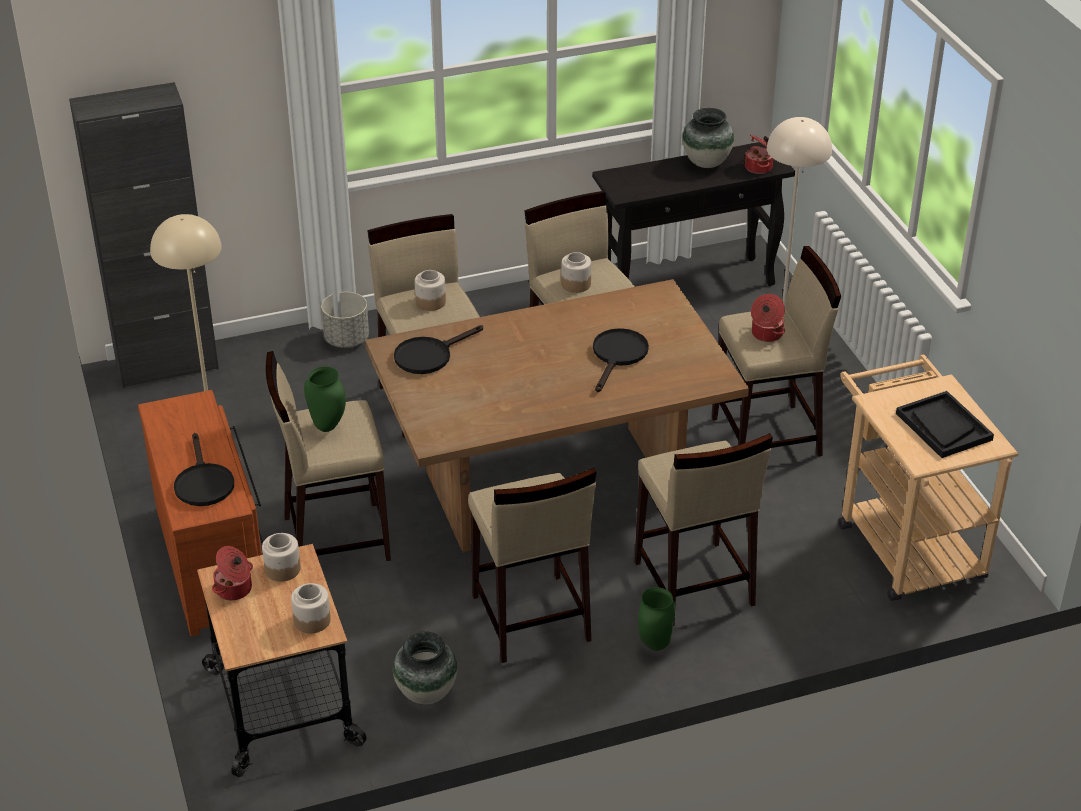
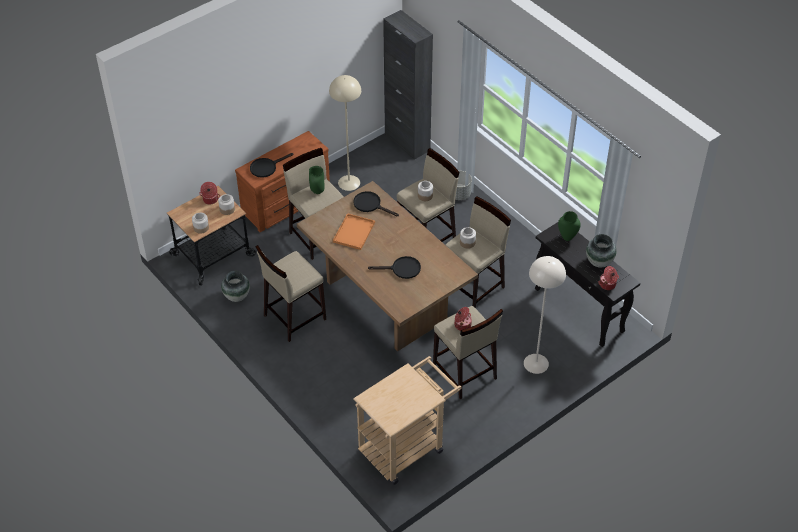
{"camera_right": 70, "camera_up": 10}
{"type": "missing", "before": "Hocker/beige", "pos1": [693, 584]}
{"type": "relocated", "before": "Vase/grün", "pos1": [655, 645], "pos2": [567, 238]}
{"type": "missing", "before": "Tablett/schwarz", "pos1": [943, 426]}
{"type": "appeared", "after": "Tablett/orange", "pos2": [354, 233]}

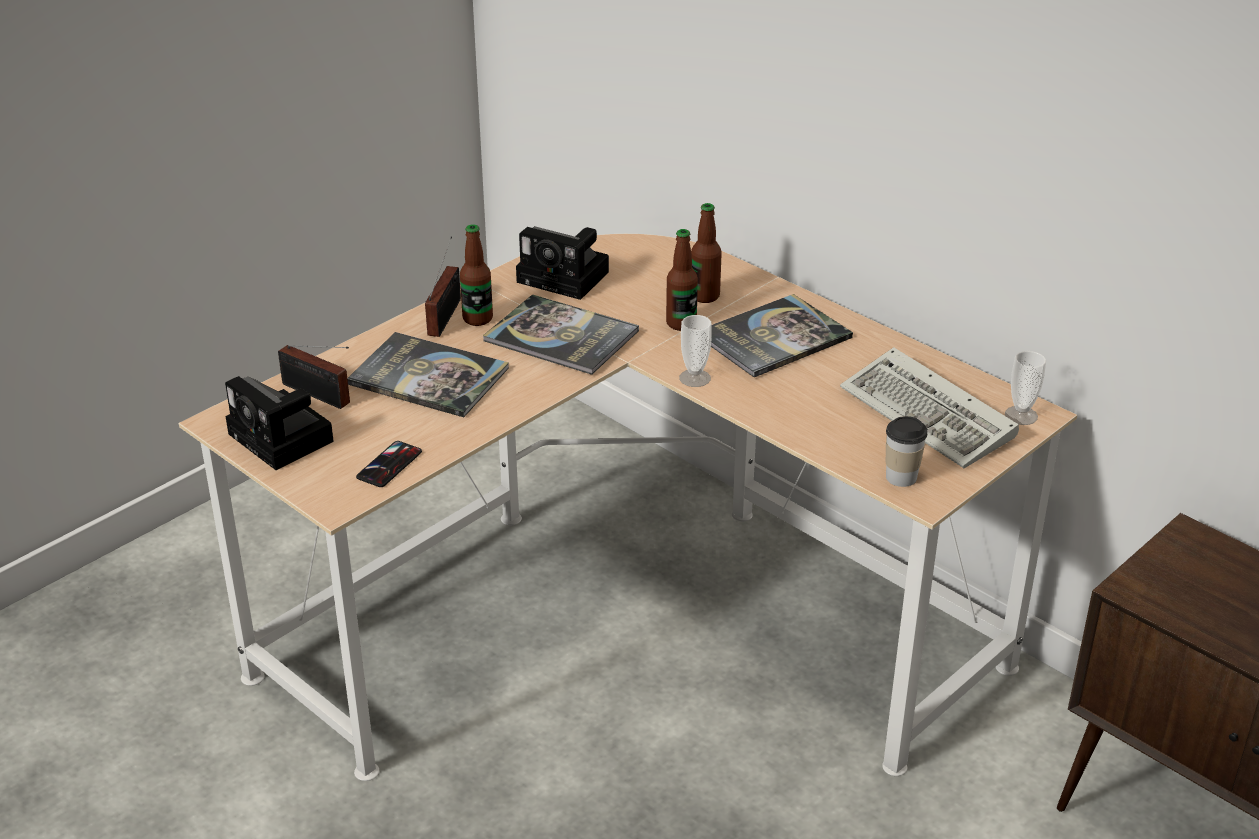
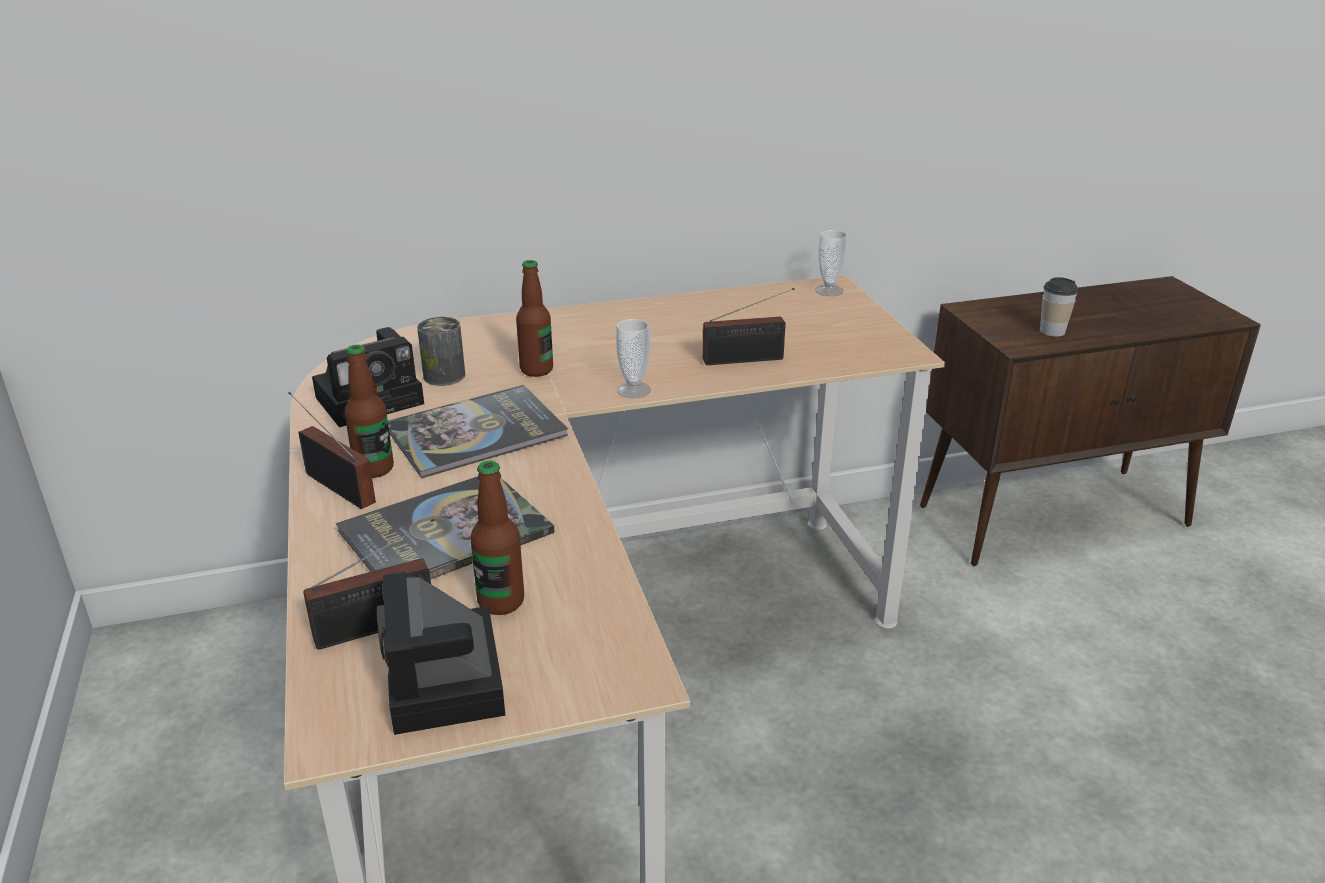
{"camera_right": -60, "camera_up": -5}
{"type": "spun", "before": "Kamera", "pos1": [284, 439], "pos2": [447, 684], "turn": 90}
{"type": "missing", "before": "Handy", "pos1": [389, 465]}
{"type": "relocated", "before": "Flasche", "pos1": [705, 296], "pos2": [501, 602]}
{"type": "missing", "before": "Buch", "pos1": [774, 337]}
{"type": "missing", "before": "Tastatur", "pos1": [931, 416]}
{"type": "relocated", "before": "Tasse", "pos1": [901, 477], "pos2": [1052, 331]}
{"type": "appeared", "after": "Dose", "pos2": [444, 376]}
{"type": "appeared", "after": "Radio", "pos2": [747, 359]}

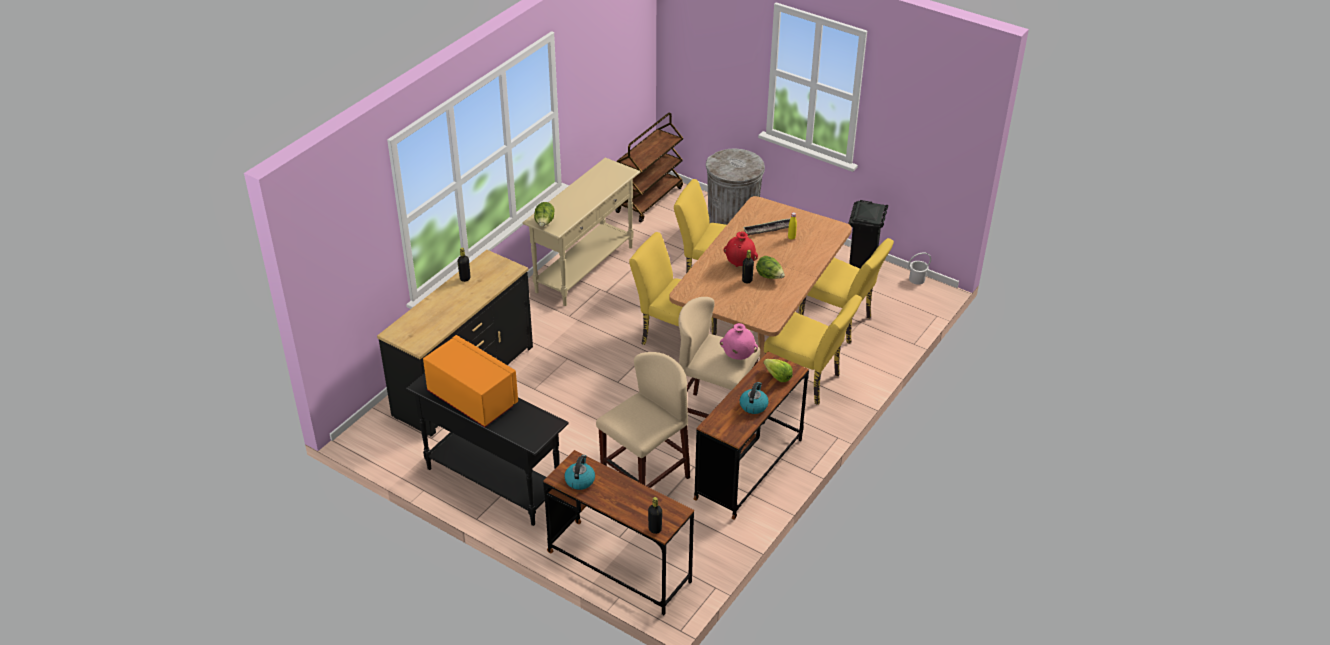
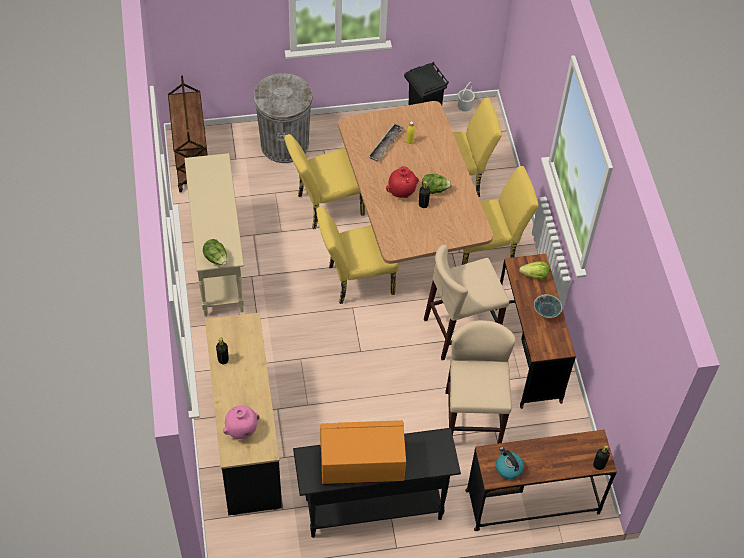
{"camera_right": -45, "camera_up": 15}
{"type": "relocated", "before": "Vase/rosa", "pos1": [737, 356], "pos2": [241, 431]}
{"type": "exchanged", "before": "Wasserkessel", "after": "Schüssel", "pos1": [753, 405], "pos2": [546, 312]}

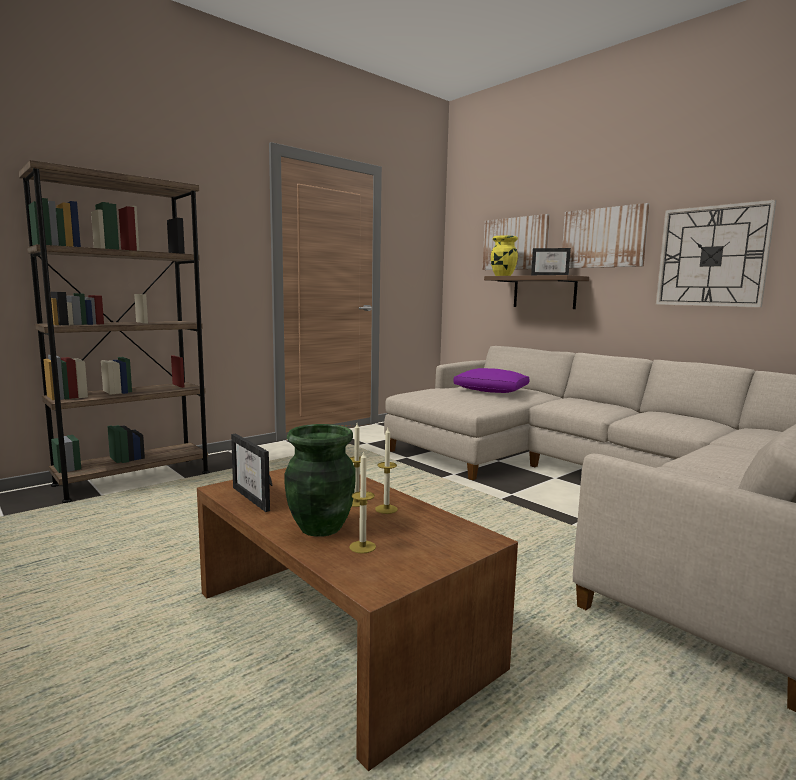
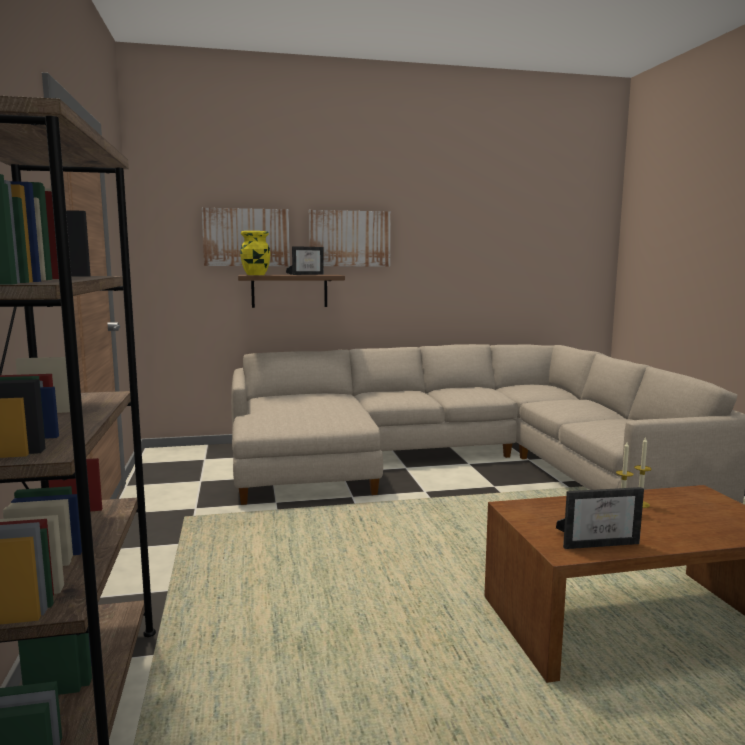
{"camera_right": -60, "camera_up": 0}
{"type": "missing", "before": "Vase/grün", "pos1": [319, 527]}
{"type": "missing", "before": "Kerze", "pos1": [362, 547]}
{"type": "missing", "before": "Kissen/lila", "pos1": [492, 391]}
{"type": "missing", "before": "Wanduhr", "pos1": [712, 256]}

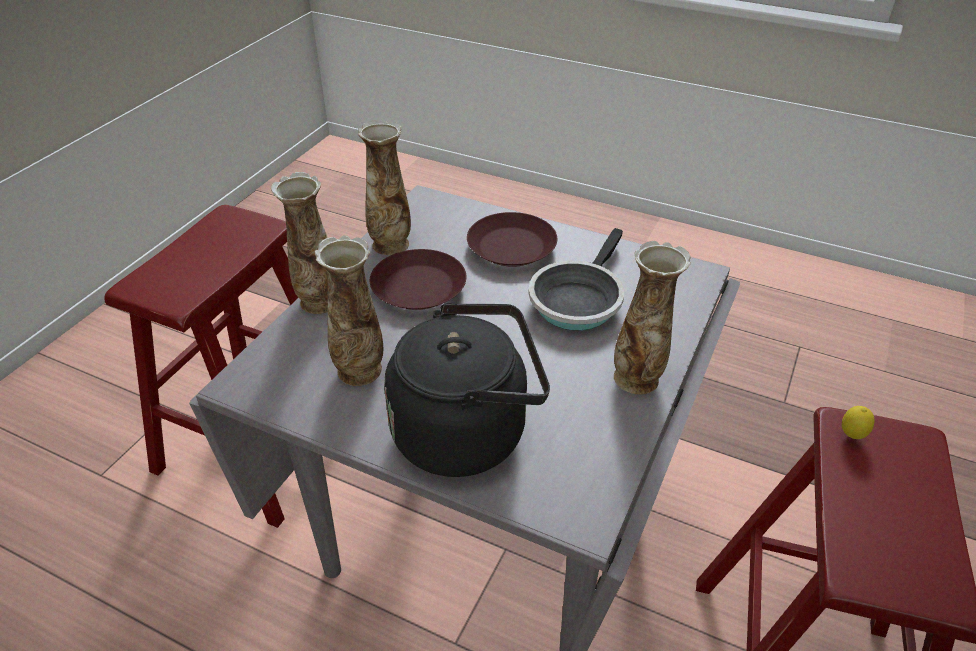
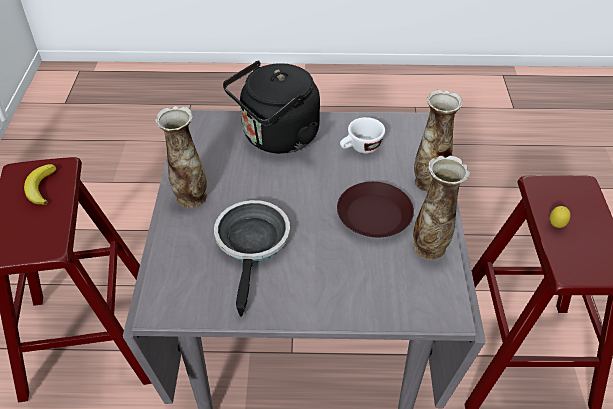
{"camera_right": 155, "camera_up": 5}
{"type": "exchanged", "before": "Vase", "after": "Tasse/weiß", "pos1": [360, 371], "pos2": [360, 149]}
{"type": "missing", "before": "Teller/braun", "pos1": [510, 247]}
{"type": "relocated", "before": "Zitrone", "pos1": [851, 436], "pos2": [556, 226]}
{"type": "appeared", "after": "Banane", "pos2": [41, 187]}

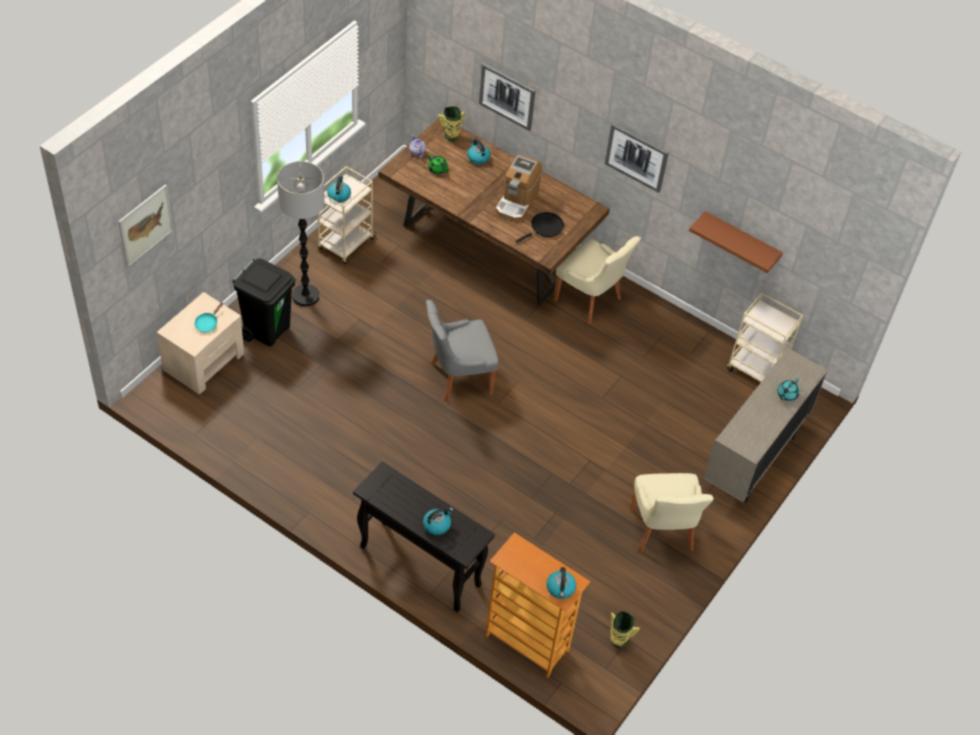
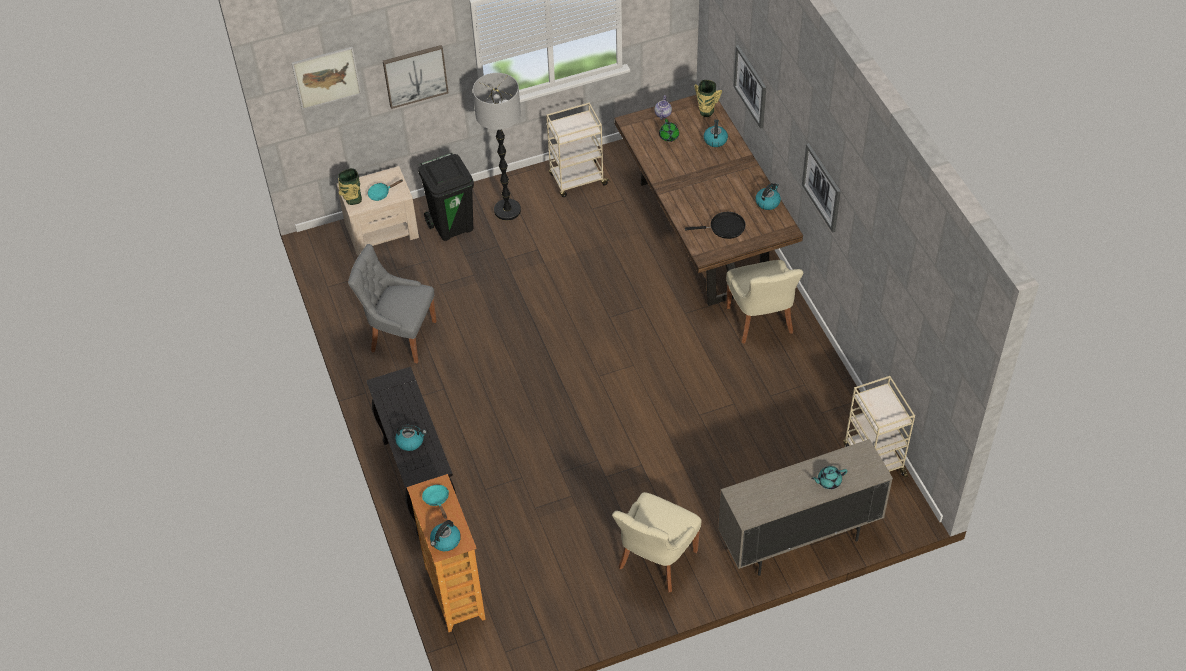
{"camera_right": 40, "camera_up": 0}
{"type": "relocated", "before": "Wasserkessel", "pos1": [339, 195], "pos2": [767, 202]}
{"type": "relocated", "before": "Stuhl/grau", "pos1": [458, 378], "pos2": [400, 336]}
{"type": "missing", "before": "Kaffeemaschine", "pos1": [517, 202]}
{"type": "relocated", "before": "Vase", "pos1": [618, 640], "pos2": [352, 200]}
{"type": "missing", "before": "Wandregal/braun", "pos1": [740, 241]}
{"type": "appeared", "after": "Bild", "pos2": [415, 75]}
{"type": "appeared", "after": "Pfanne/türkis", "pos2": [437, 500]}

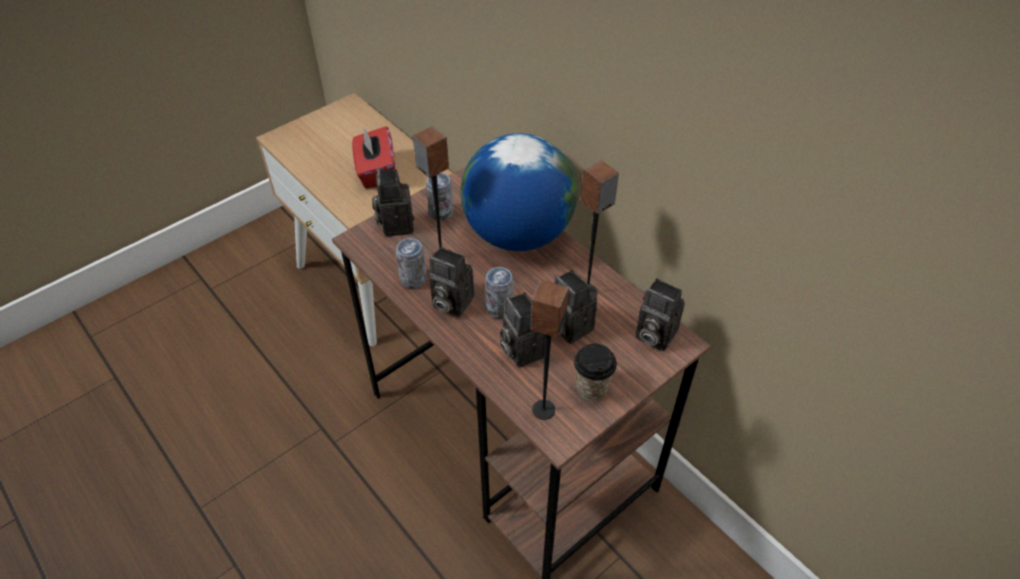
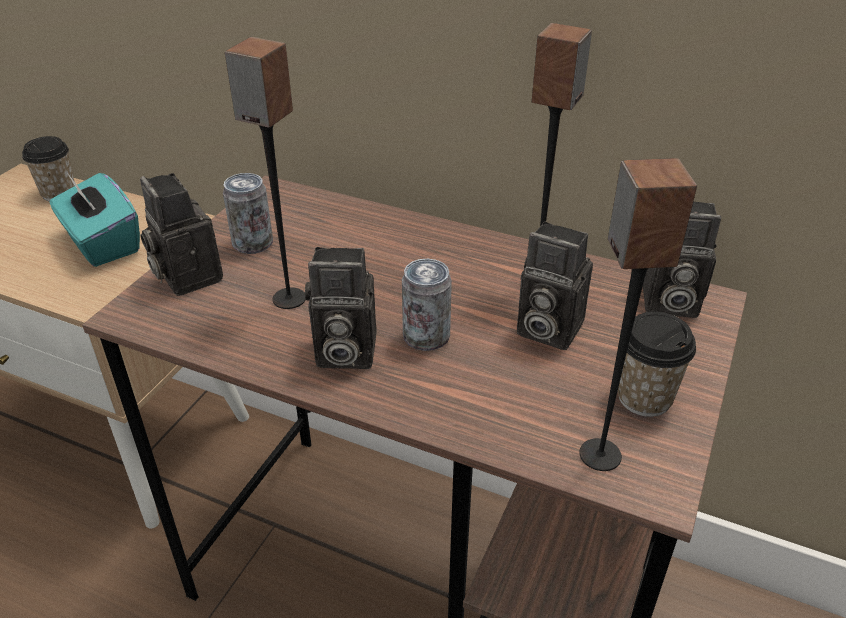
{"camera_right": -25, "camera_up": -10}
{"type": "colour", "before": "Taschentuchbox/rot", "after": "Taschentuchbox/türkis", "pos1": [376, 172], "pos2": [102, 243]}
{"type": "missing", "before": "Dose", "pos1": [413, 279]}
{"type": "missing", "before": "Globus", "pos1": [518, 234]}
{"type": "missing", "before": "Kamera", "pos1": [521, 349]}
{"type": "appeared", "after": "Tasse", "pos2": [59, 193]}

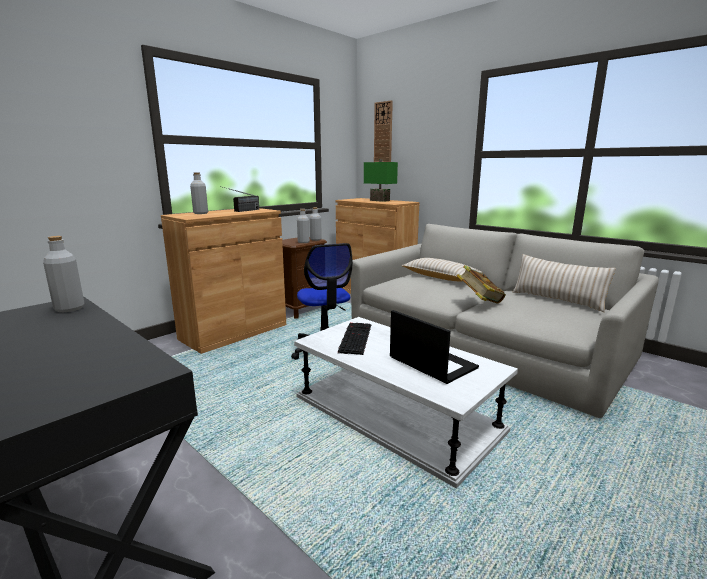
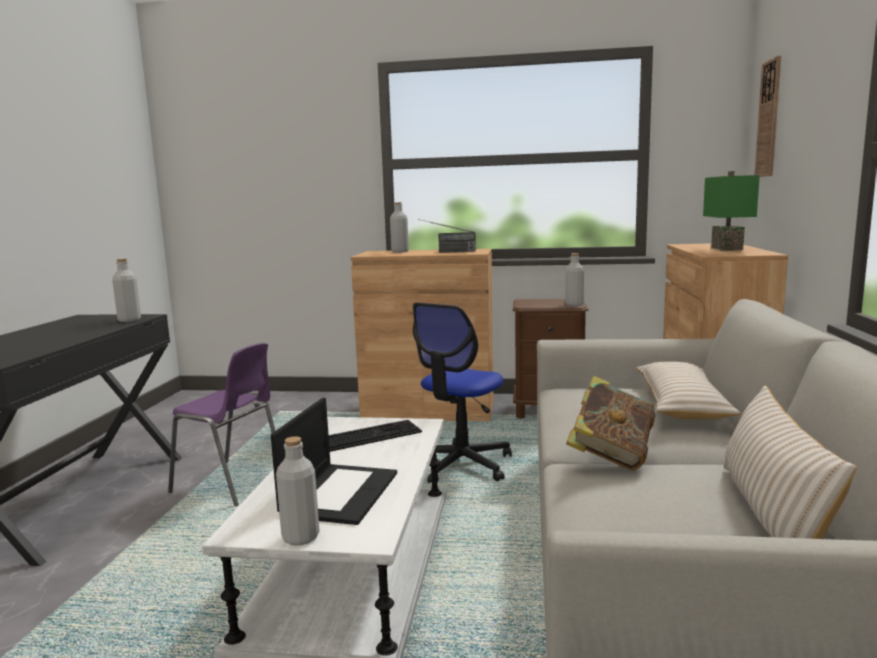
{"camera_right": 55, "camera_up": -5}
{"type": "relocated", "before": "Flasche/grau", "pos1": [303, 242], "pos2": [300, 537]}
{"type": "appeared", "after": "Stuhl/lila", "pos2": [231, 484]}

